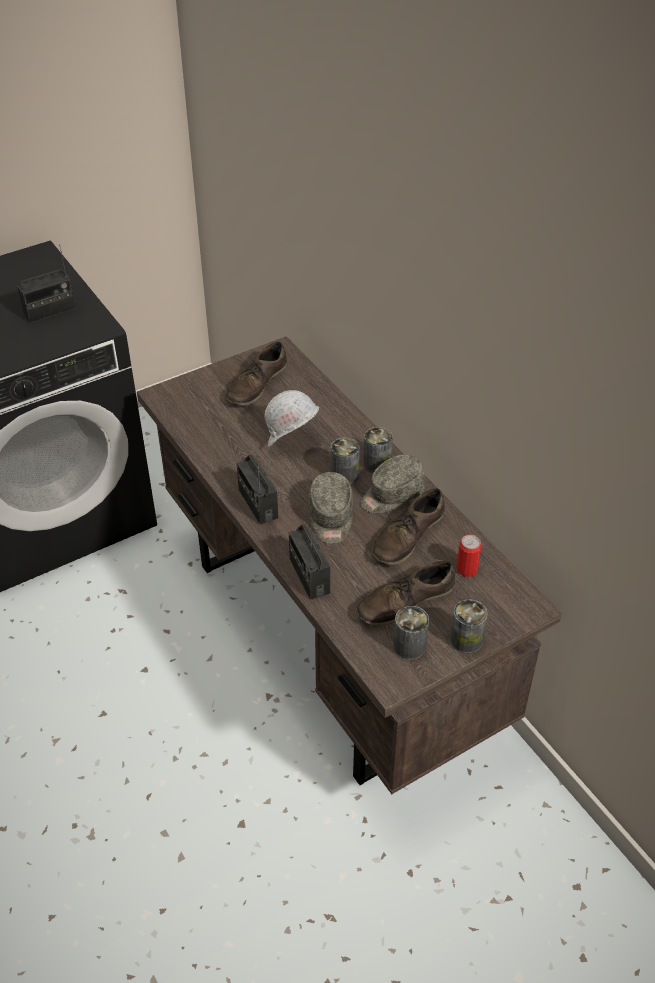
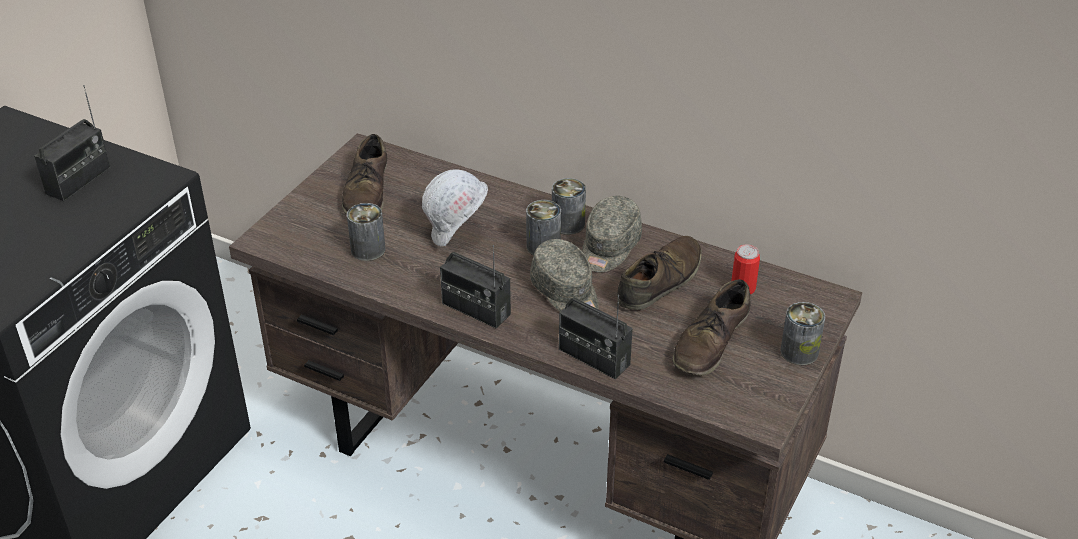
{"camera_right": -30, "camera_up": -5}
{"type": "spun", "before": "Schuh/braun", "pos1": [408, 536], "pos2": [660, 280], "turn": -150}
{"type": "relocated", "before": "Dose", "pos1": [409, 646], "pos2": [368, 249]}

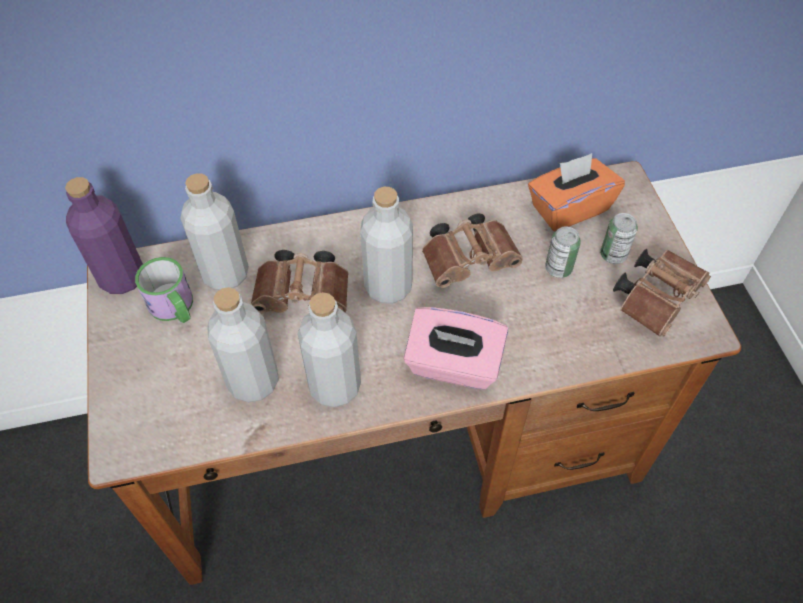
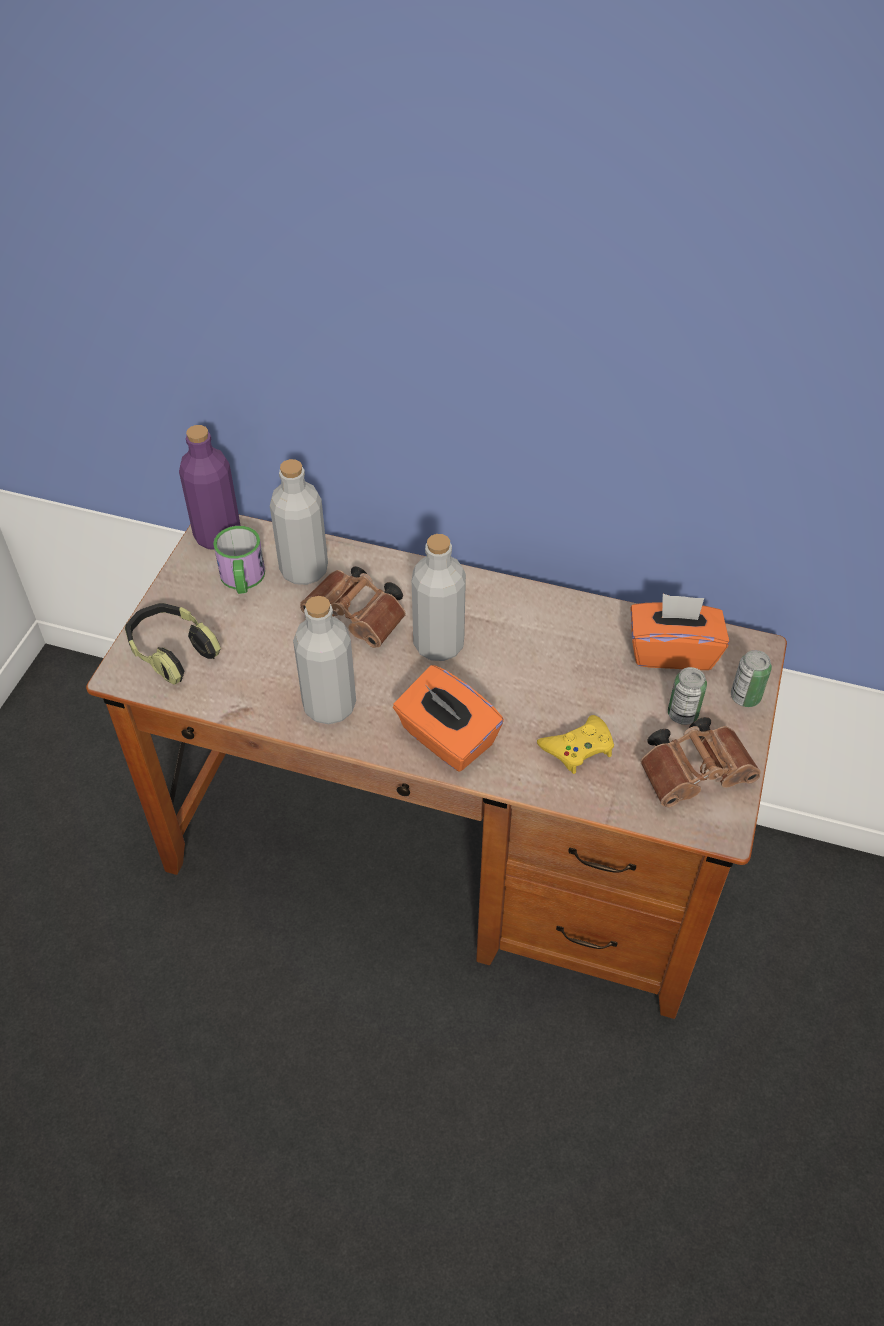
{"camera_right": 30, "camera_up": -5}
{"type": "missing", "before": "Flasche/grau", "pos1": [253, 381]}
{"type": "colour", "before": "Taschentuchbox/rosa", "after": "Taschentuchbox/orange", "pos1": [453, 365], "pos2": [446, 738]}
{"type": "missing", "before": "Fernglas/braun", "pos1": [471, 261]}
{"type": "relocated", "before": "Dose", "pos1": [558, 268], "pos2": [745, 697]}
{"type": "appeared", "after": "Kopfhörer", "pos2": [172, 651]}
{"type": "appeared", "after": "Gamepad/gelb", "pos2": [578, 748]}

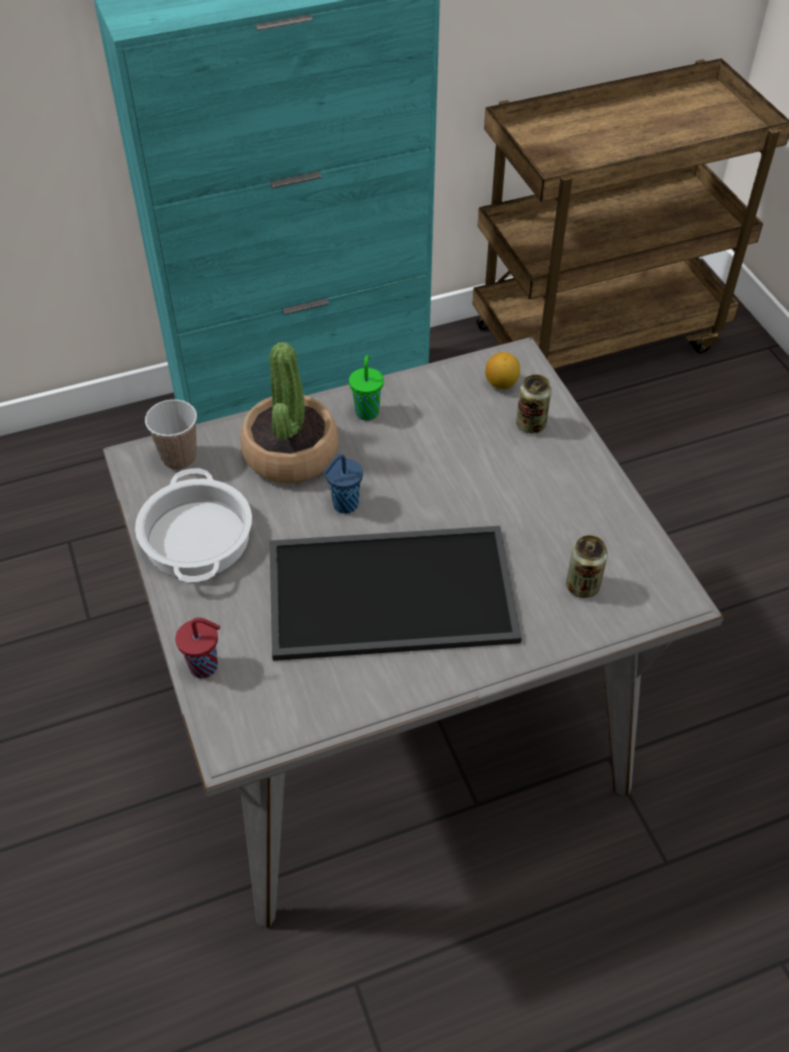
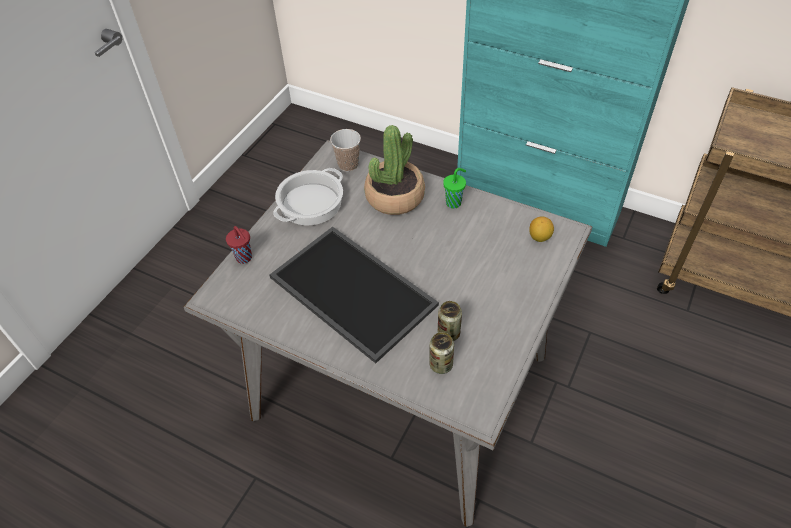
{"camera_right": 50, "camera_up": 0}
{"type": "missing", "before": "Tasse/blau", "pos1": [344, 505]}
{"type": "relocated", "before": "Dose", "pos1": [531, 424], "pos2": [448, 333]}

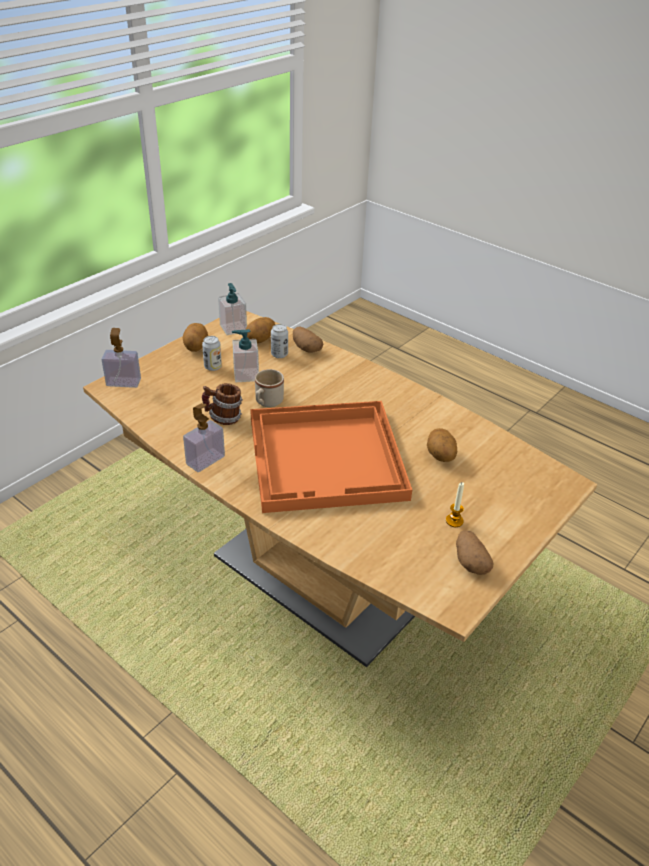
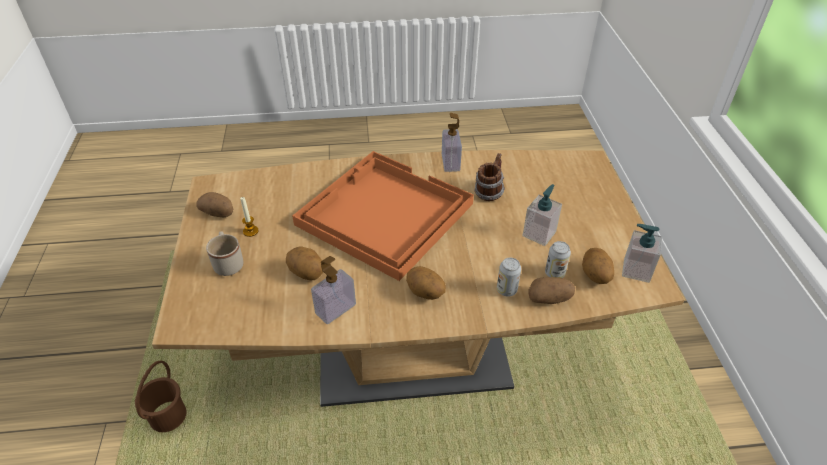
{"camera_right": 135, "camera_up": 5}
{"type": "relocated", "before": "Seifenspender", "pos1": [123, 382], "pos2": [335, 309]}
{"type": "relocated", "before": "Kartoffel", "pos1": [196, 347], "pos2": [425, 293]}
{"type": "relocated", "before": "Dose", "pos1": [212, 367], "pos2": [506, 290]}
{"type": "relocated", "before": "Henkelbecher/beige", "pos1": [267, 403], "pos2": [228, 263]}
{"type": "appeared", "after": "Eimer/braun", "pos2": [169, 416]}

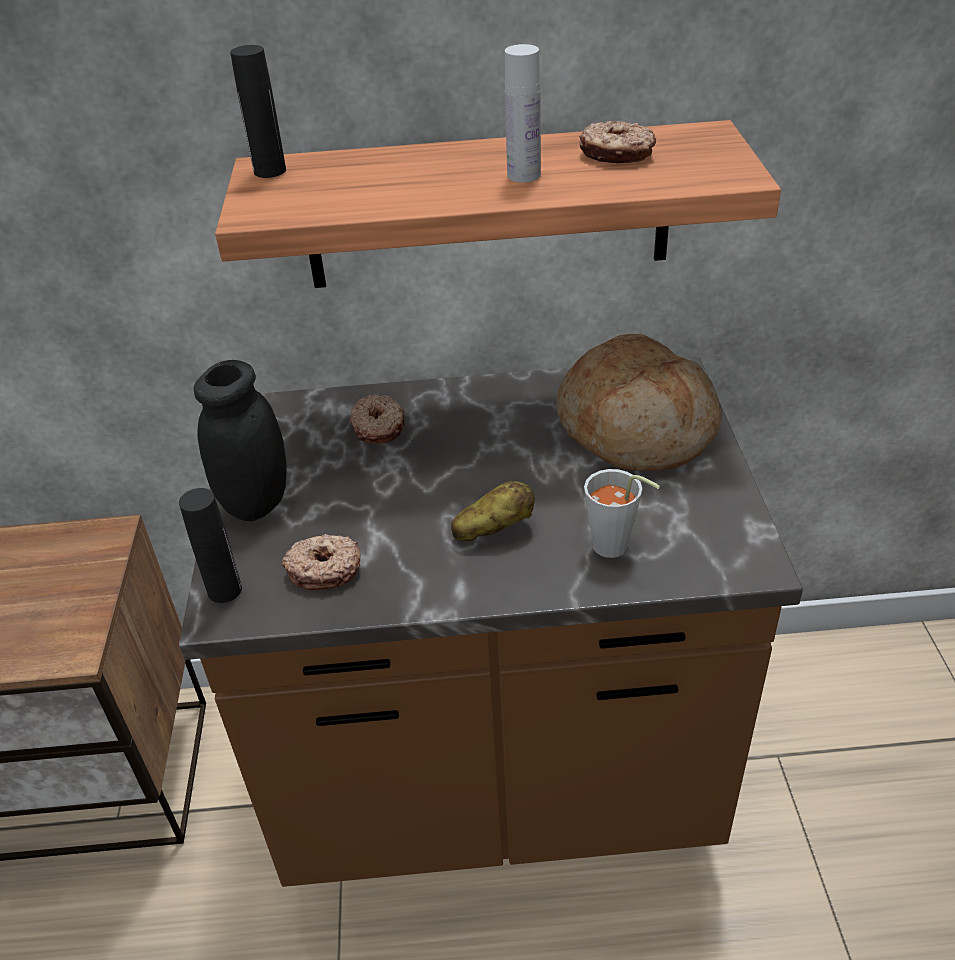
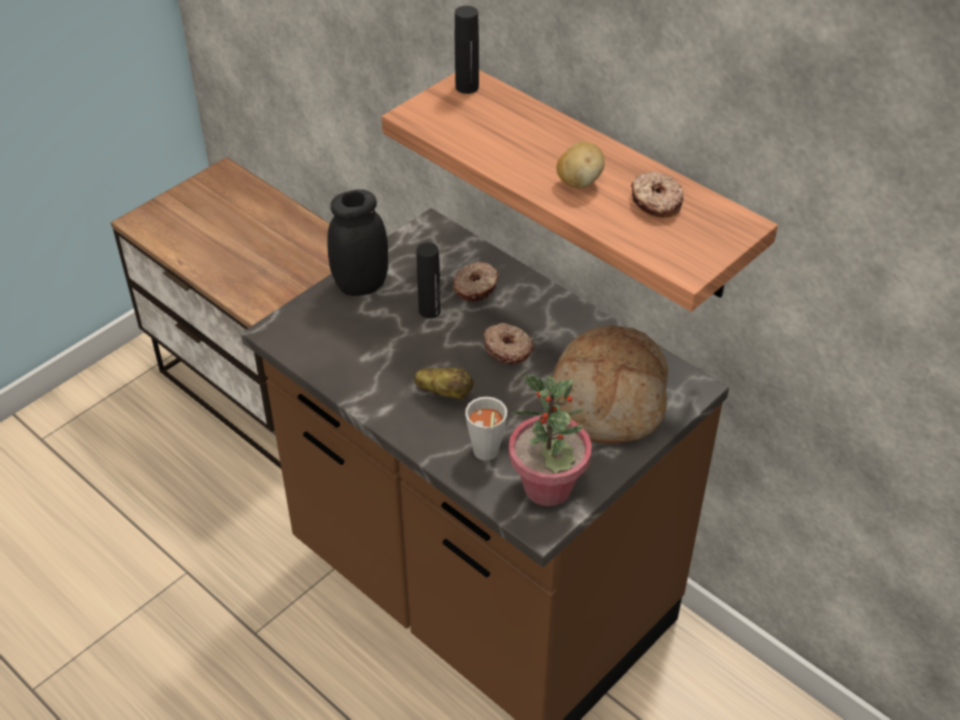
{"camera_right": 45, "camera_up": 5}
{"type": "relocated", "before": "Flasche/schwarz", "pos1": [225, 590], "pos2": [429, 310]}
{"type": "relocated", "before": "Donut", "pos1": [324, 569], "pos2": [508, 348]}
{"type": "exchanged", "before": "Flasche/weiß", "after": "Kartoffel", "pos1": [524, 175], "pos2": [579, 182]}
{"type": "appeared", "after": "Topfpflanze", "pos2": [548, 487]}

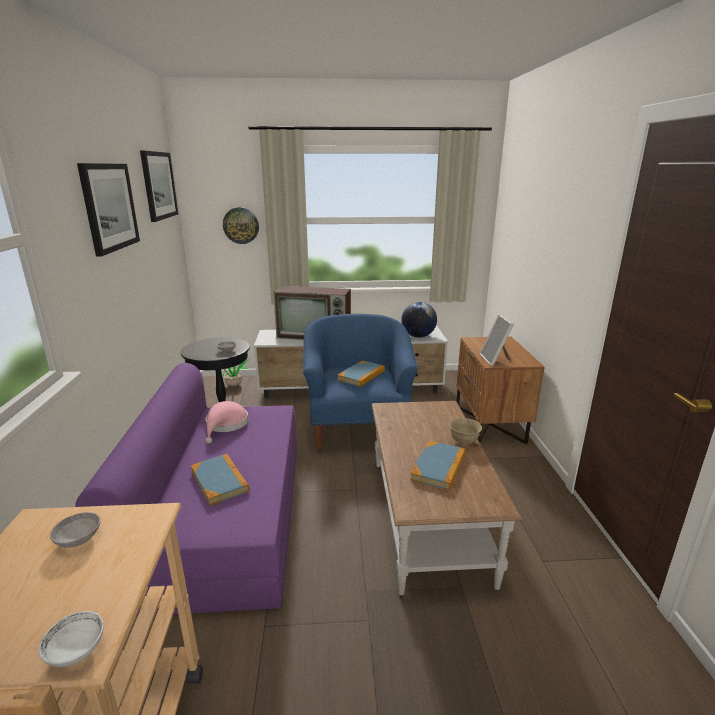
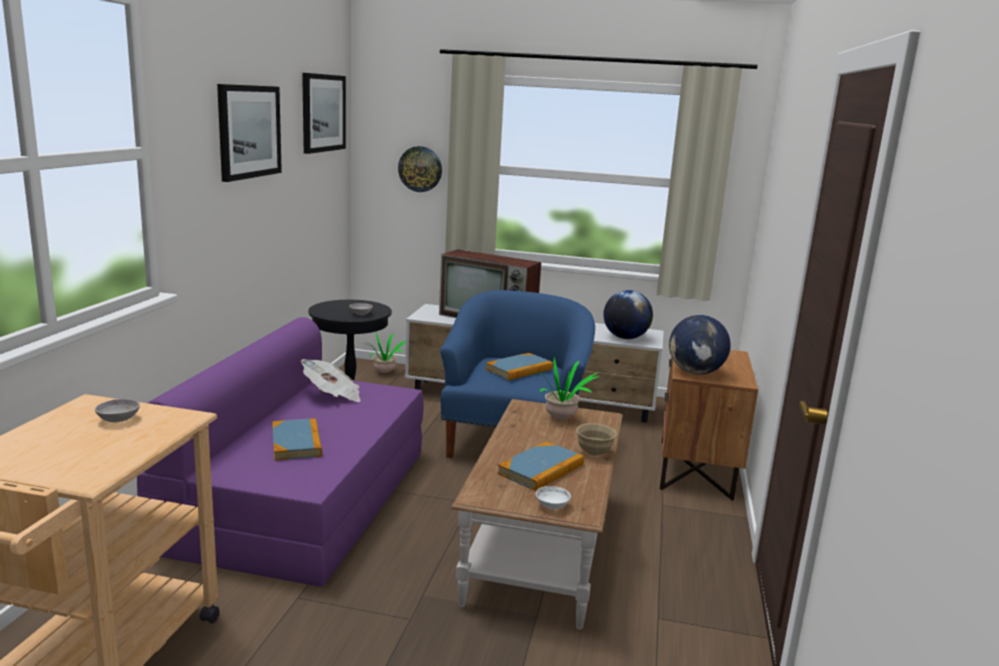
{"camera_right": 15, "camera_up": -5}
{"type": "relocated", "before": "Schüssel/weiß", "pos1": [76, 650], "pos2": [552, 505]}
{"type": "exchanged", "before": "Hut/rosa", "after": "Zeitung", "pos1": [226, 425], "pos2": [333, 396]}
{"type": "exchanged", "before": "Bilderrahmen", "after": "Globus", "pos1": [495, 360], "pos2": [695, 372]}
{"type": "appeared", "after": "Topfpflanze", "pos2": [561, 418]}

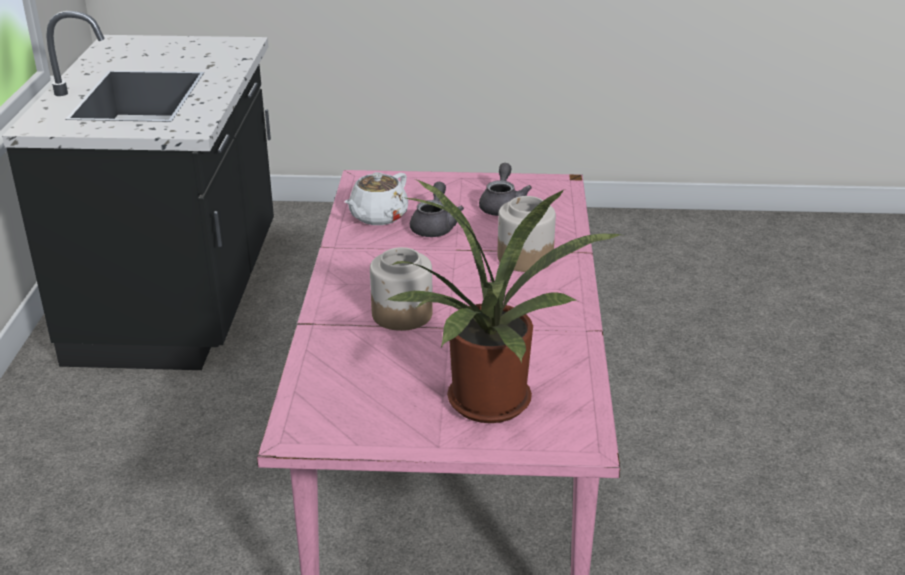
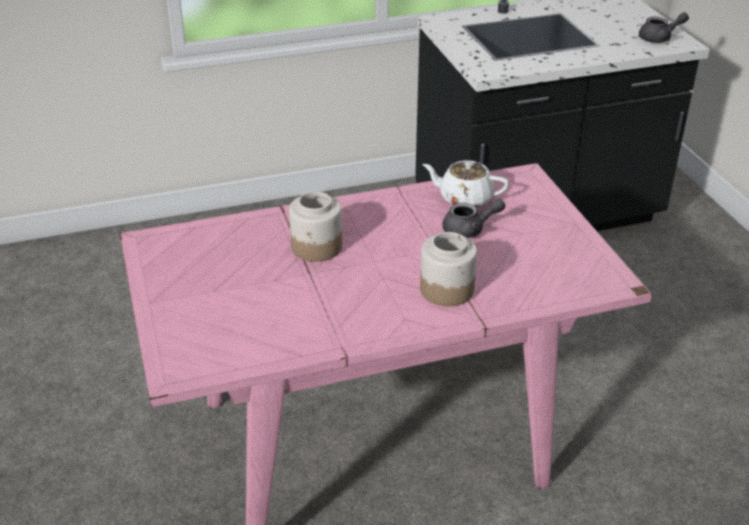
{"camera_right": 70, "camera_up": 5}
{"type": "missing", "before": "Topfpflanze", "pos1": [487, 407]}
{"type": "relocated", "before": "Teekanne/grau", "pos1": [502, 206], "pos2": [659, 38]}

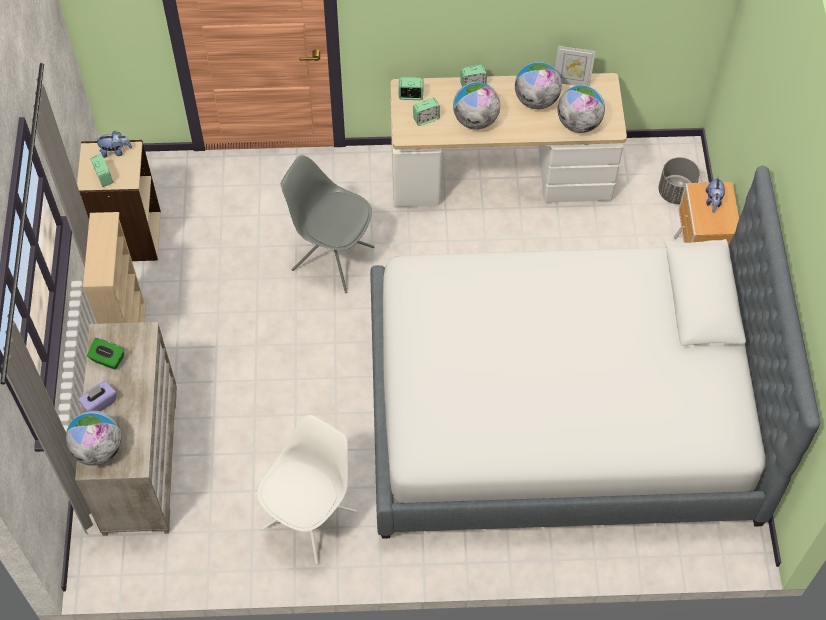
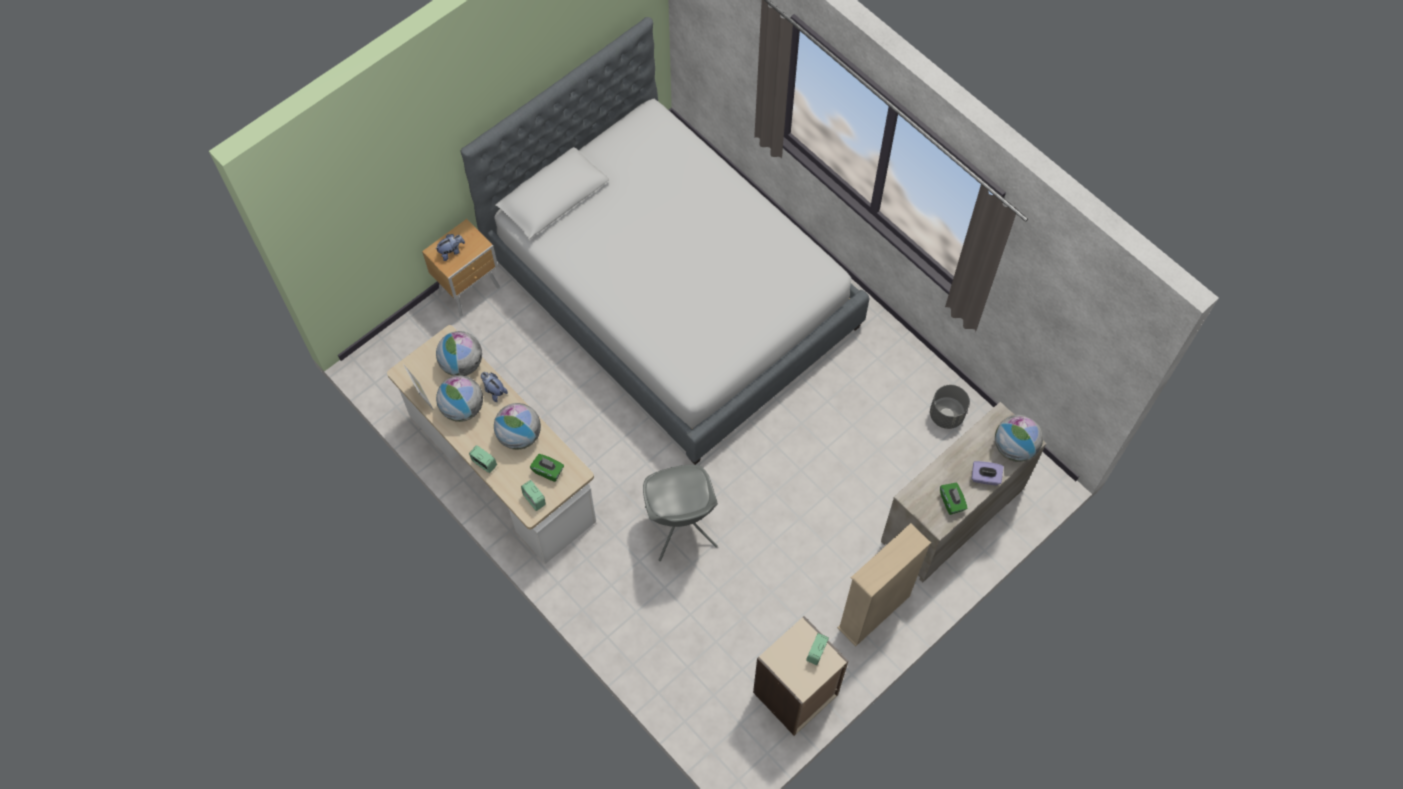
{"camera_right": -130, "camera_up": 5}
{"type": "relocated", "before": "Plüschtier", "pos1": [115, 151], "pos2": [494, 390]}
{"type": "missing", "before": "Stuhl/weiß", "pos1": [311, 518]}
{"type": "exchanged", "before": "Wecker", "after": "Taschentuchbox/grün", "pos1": [426, 119], "pos2": [548, 471]}
{"type": "relocated", "before": "Pflanzkübel/grau", "pos1": [676, 192], "pos2": [946, 414]}

